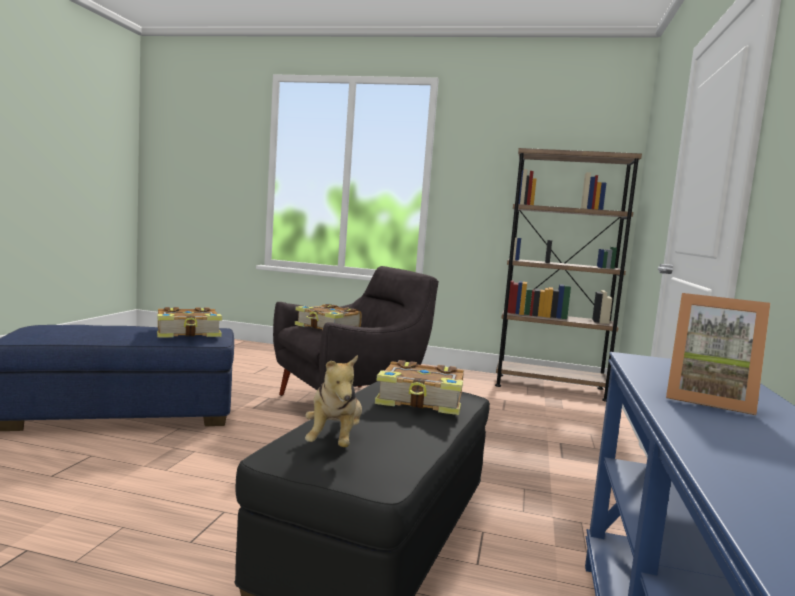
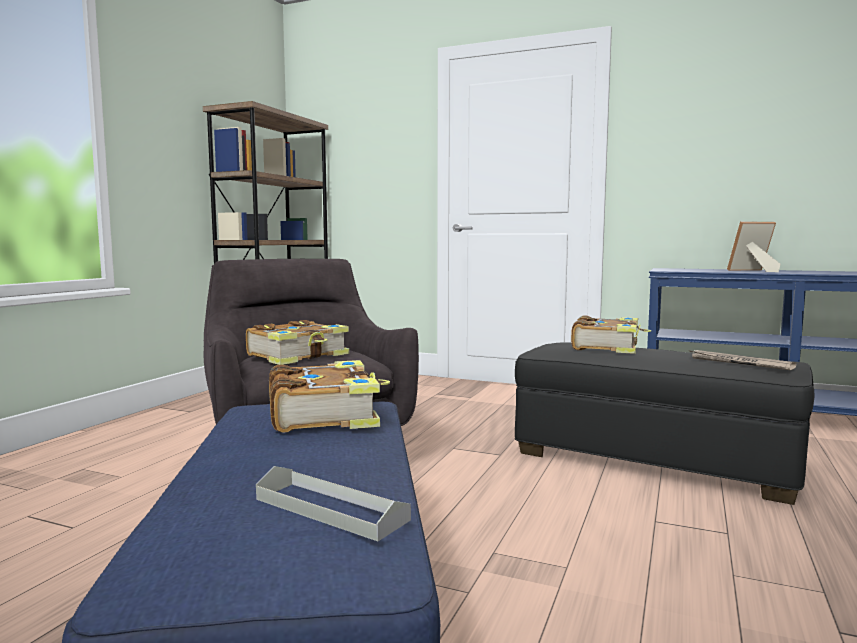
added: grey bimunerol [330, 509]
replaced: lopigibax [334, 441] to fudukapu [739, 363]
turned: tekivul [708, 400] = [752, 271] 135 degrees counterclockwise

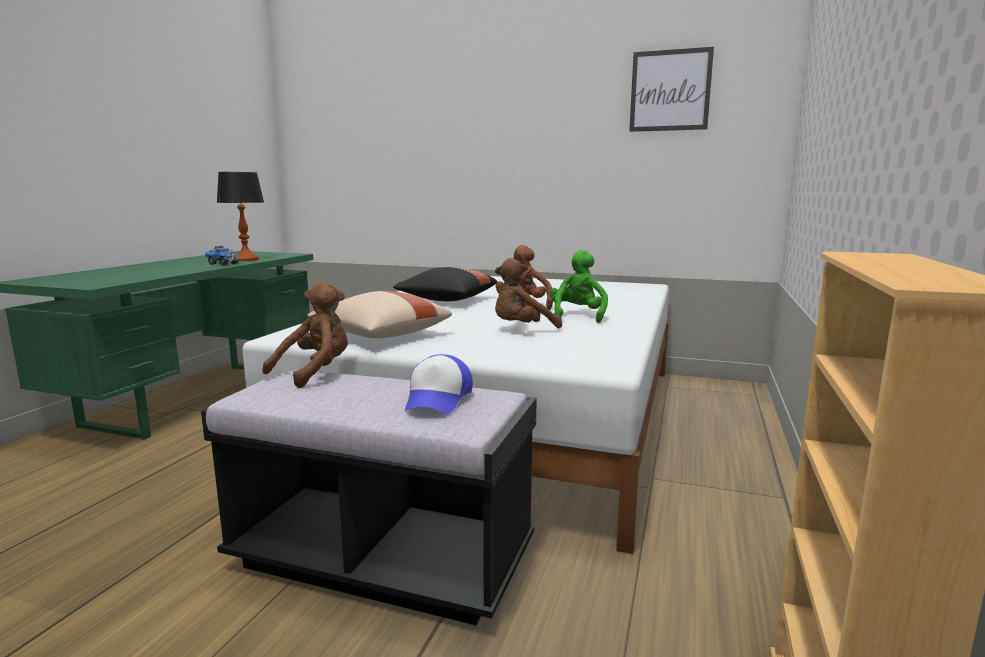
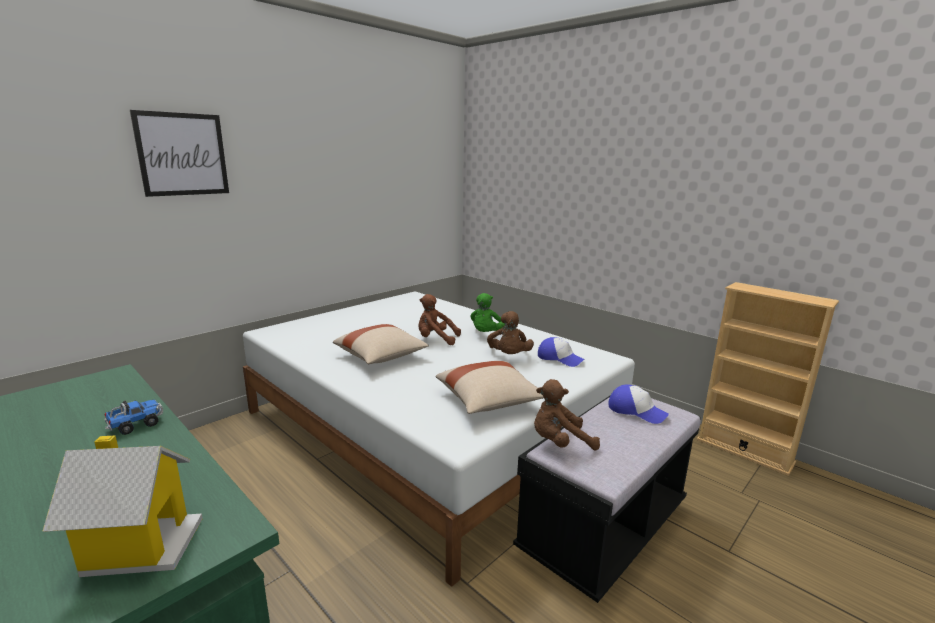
removed: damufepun [246, 259]
added: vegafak [559, 358]; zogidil [140, 545]
moved: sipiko [670, 90] to [182, 154]
recoloured: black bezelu [446, 300] to beige bezelu [381, 357]
turned: green lopigibax [577, 316] = [486, 334] 105 degrees counterclockwise; brown lopigibax [315, 372] = [559, 442] 75 degrees counterclockwise

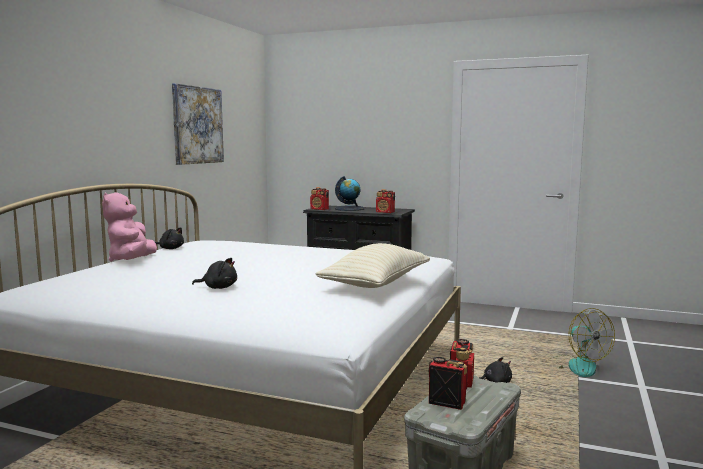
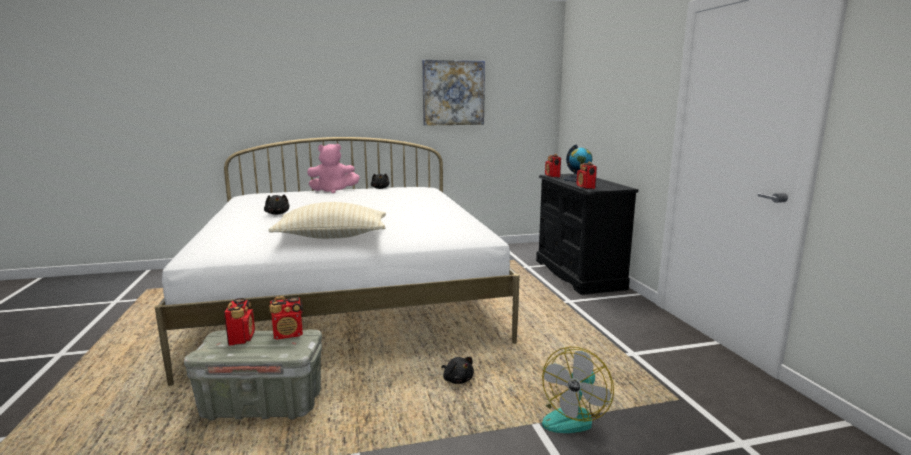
turned: pink lopigibax [132, 261] = [333, 191] 150 degrees counterclockwise

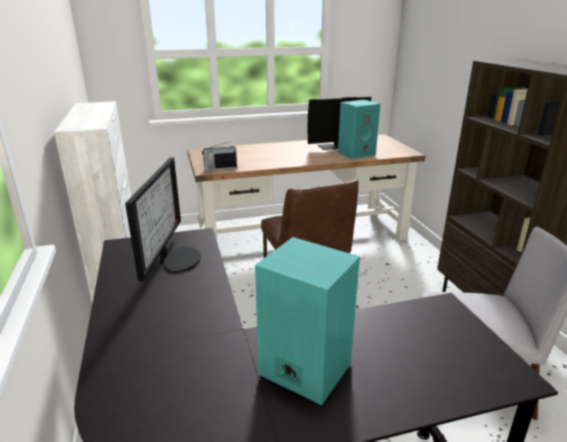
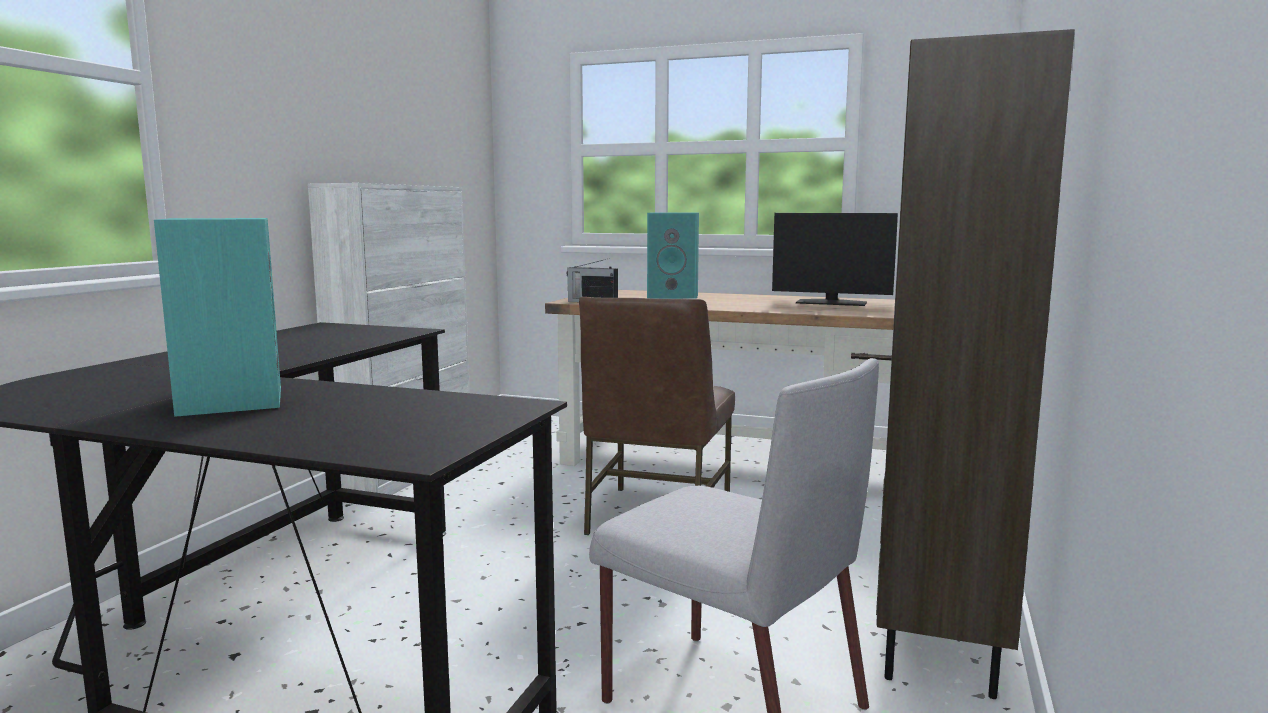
removed: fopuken [176, 259]
moved: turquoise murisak [356, 153] to [674, 298]

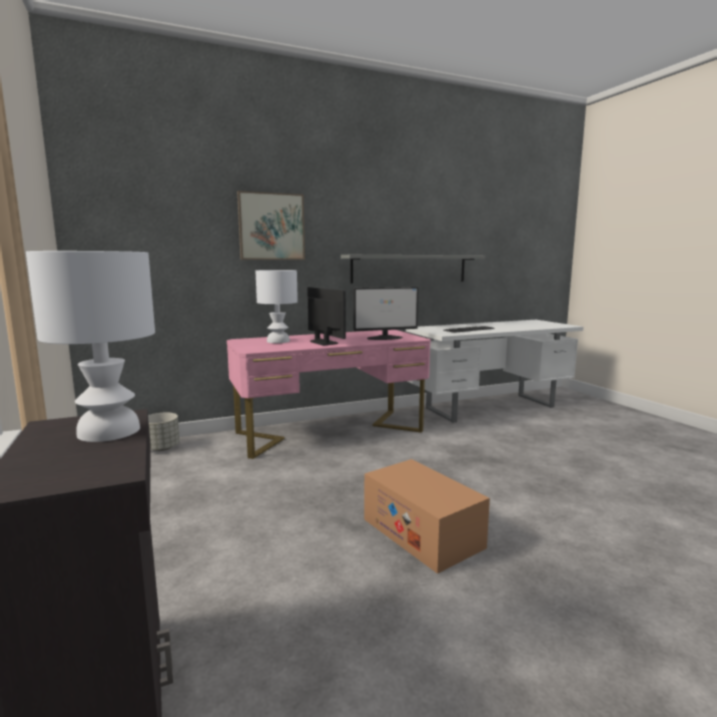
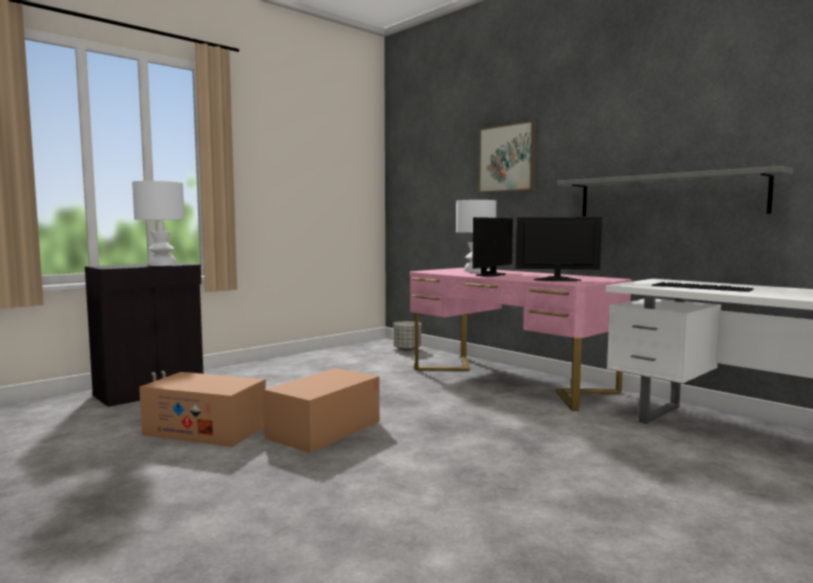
added: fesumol [205, 430]
turned: fopuken [385, 338] = [556, 280] 135 degrees clockwise

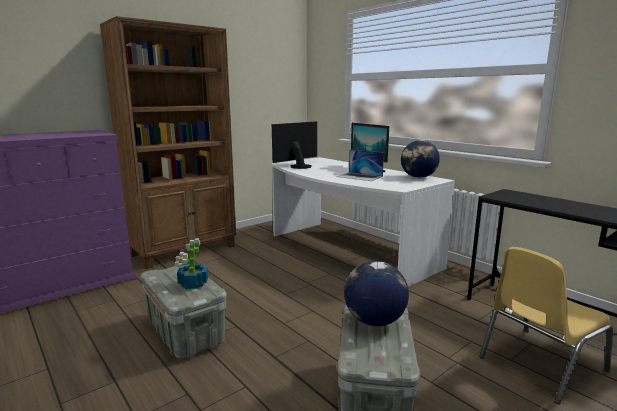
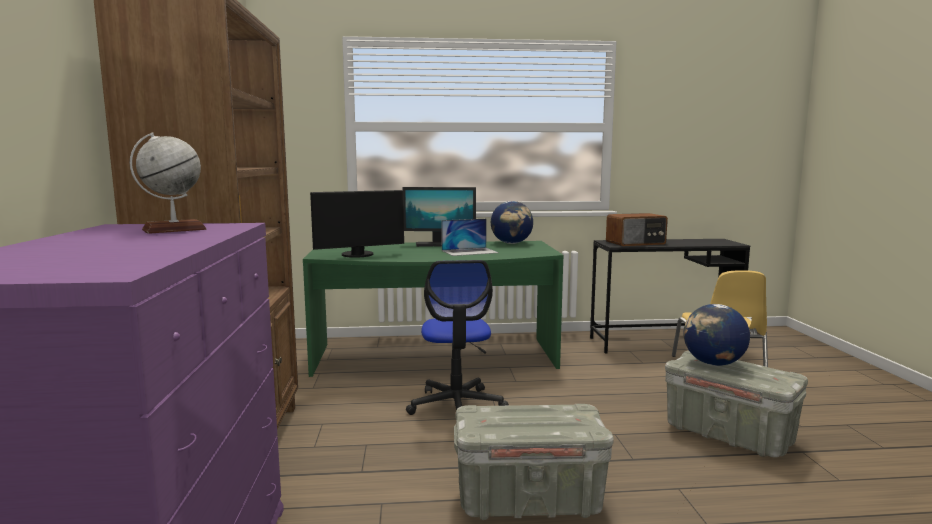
removed: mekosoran [193, 284]
added: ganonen [174, 229]; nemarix [636, 243]; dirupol [456, 406]
recoloured: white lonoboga [347, 251] to green lonoboga [435, 358]
turned: fopuken [299, 166] = [358, 255] 105 degrees counterclockwise

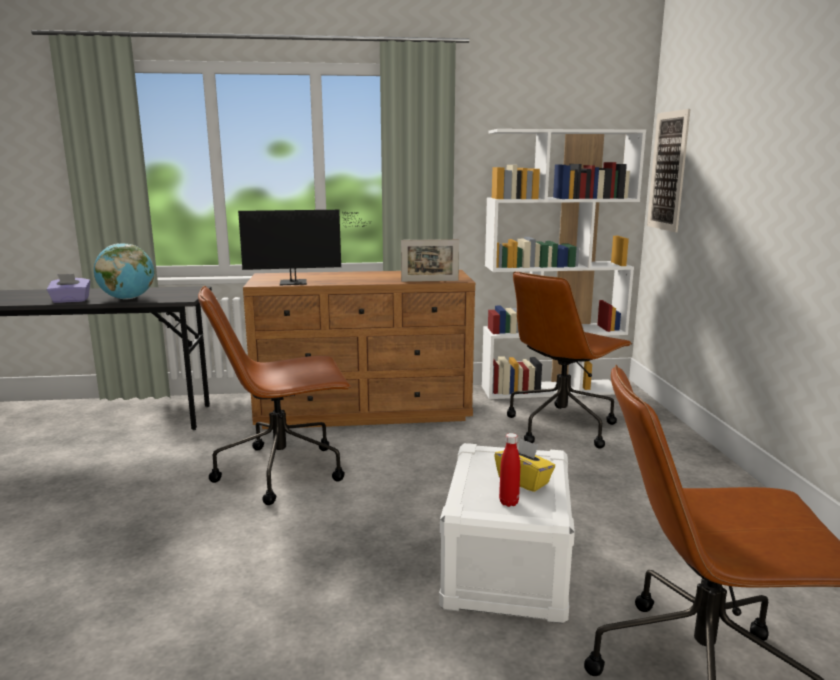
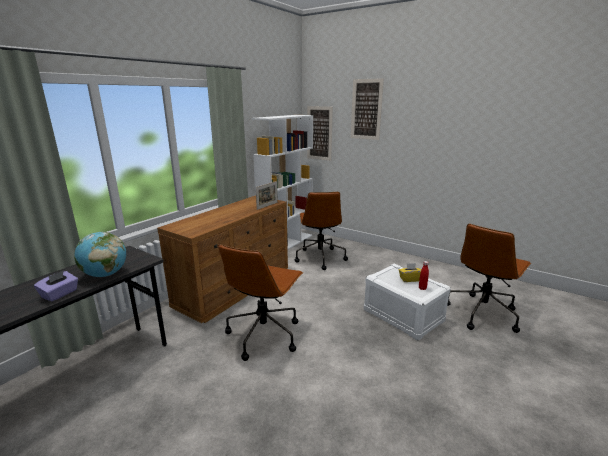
removed: fopuken [298, 282]
added: sipiko [366, 109]

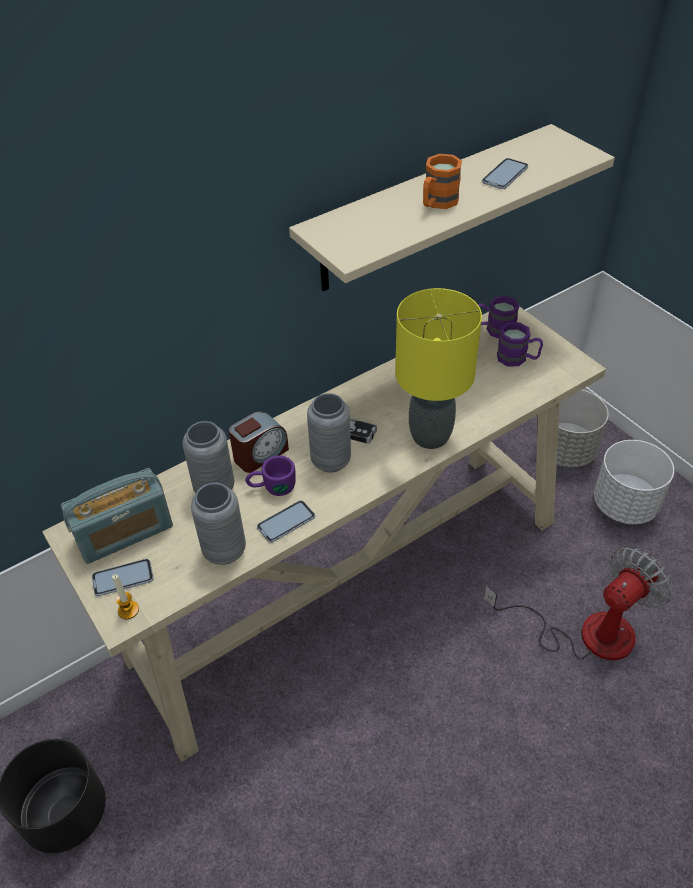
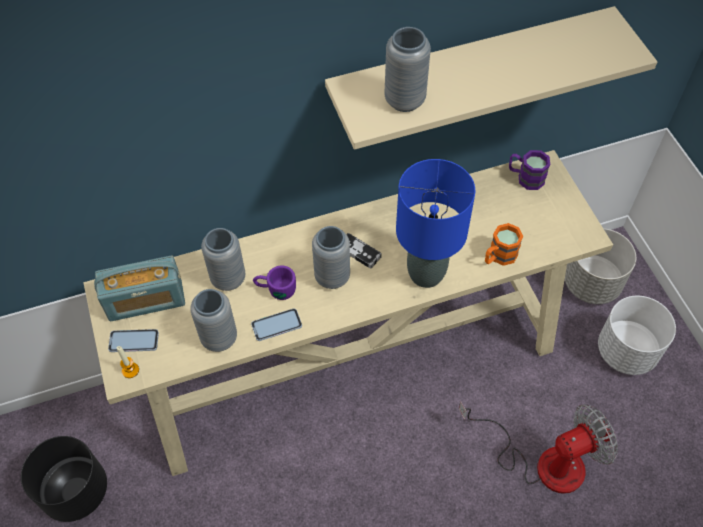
removed: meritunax [505, 175]; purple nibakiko [517, 358]; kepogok [260, 454]
added: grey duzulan [404, 100]
moved: orange nibakiko [437, 203] to [498, 257]
recoloured: yellow damufepun [430, 436] to blue damufepun [425, 274]

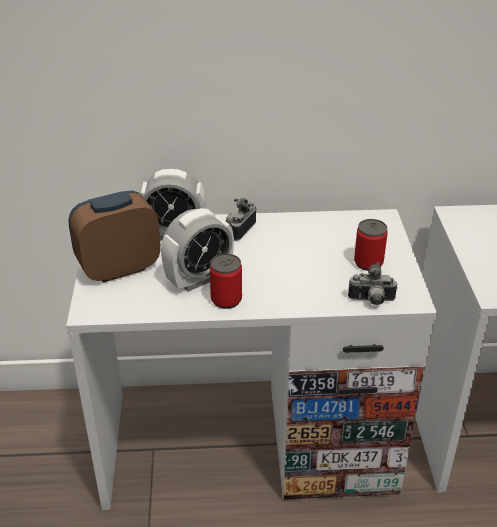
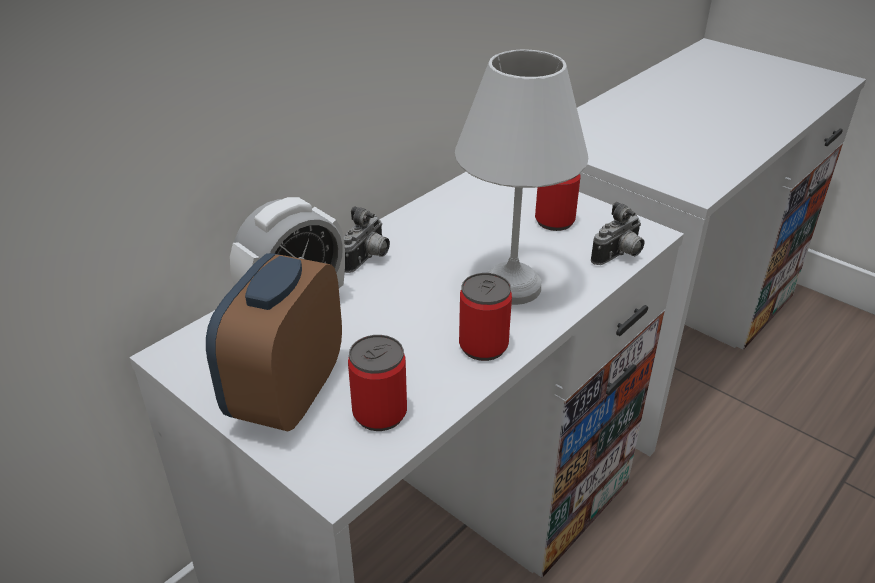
removed: kepogok [199, 279]
added: white damufepun [514, 286]; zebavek [380, 413]
turned: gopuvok [240, 229] = [368, 259] 135 degrees counterclockwise

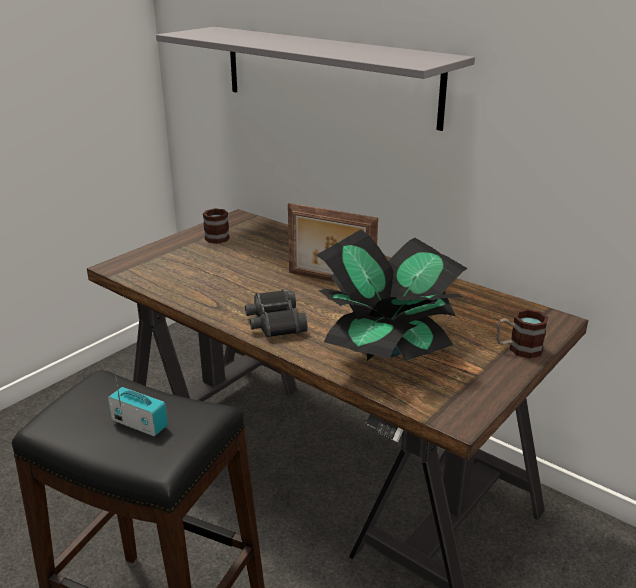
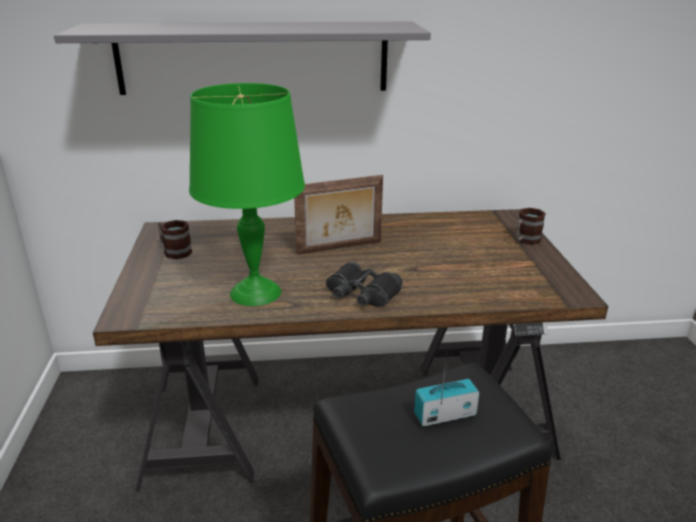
removed: mekosoran [388, 348]
added: green damufepun [255, 292]

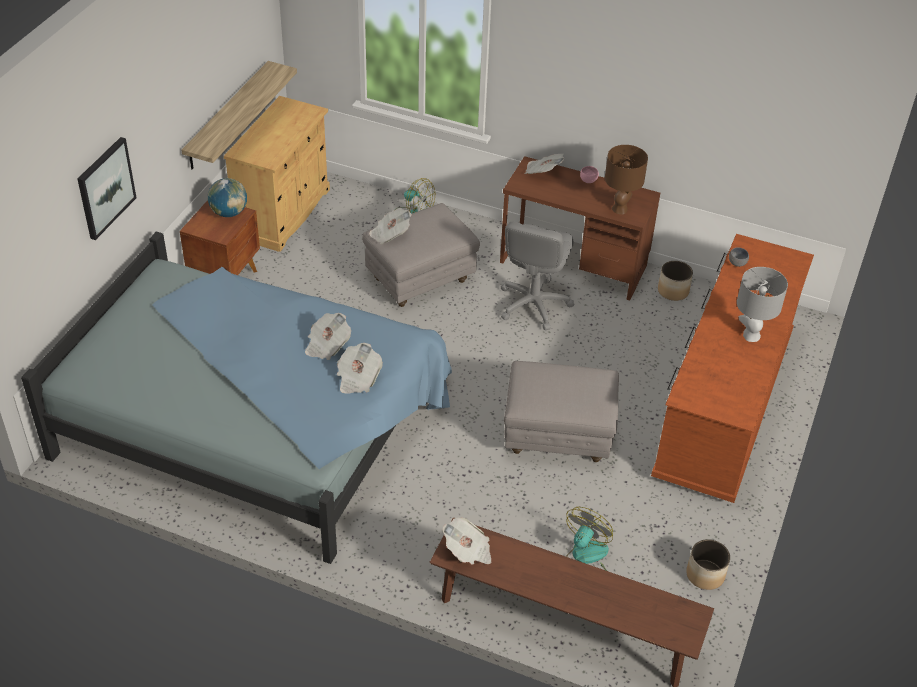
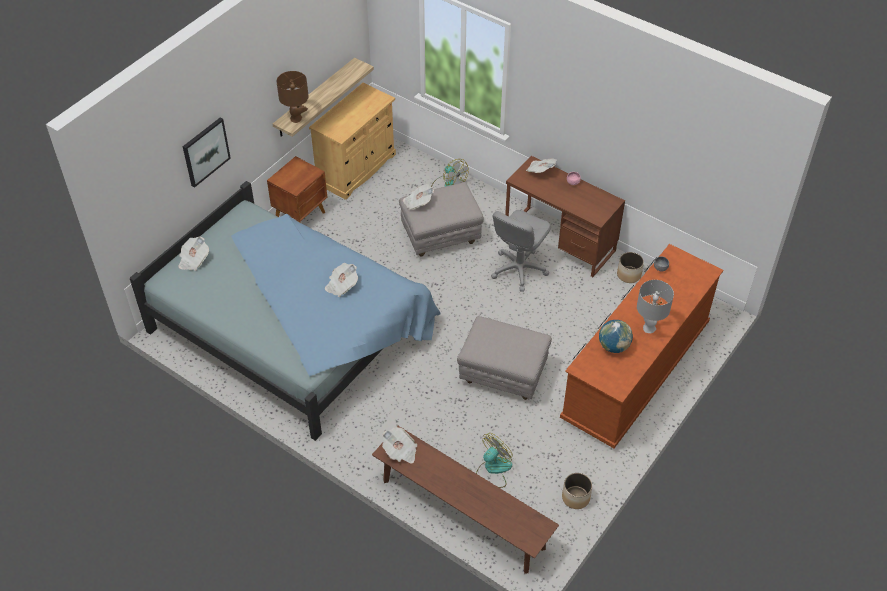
moved: brown damufepun [620, 209] to [296, 118]; ganonen [229, 213] to [613, 346]; fudukapu [358, 378] to [193, 260]

